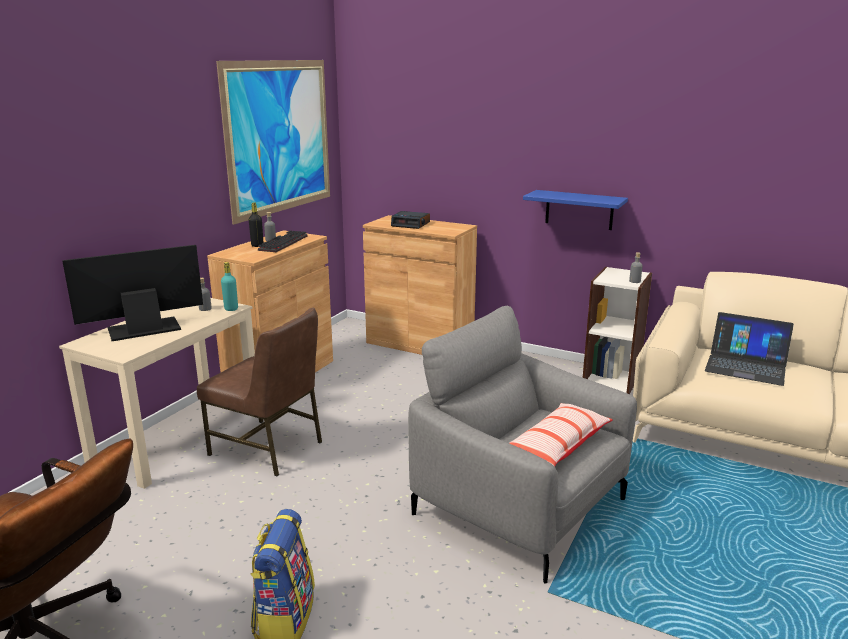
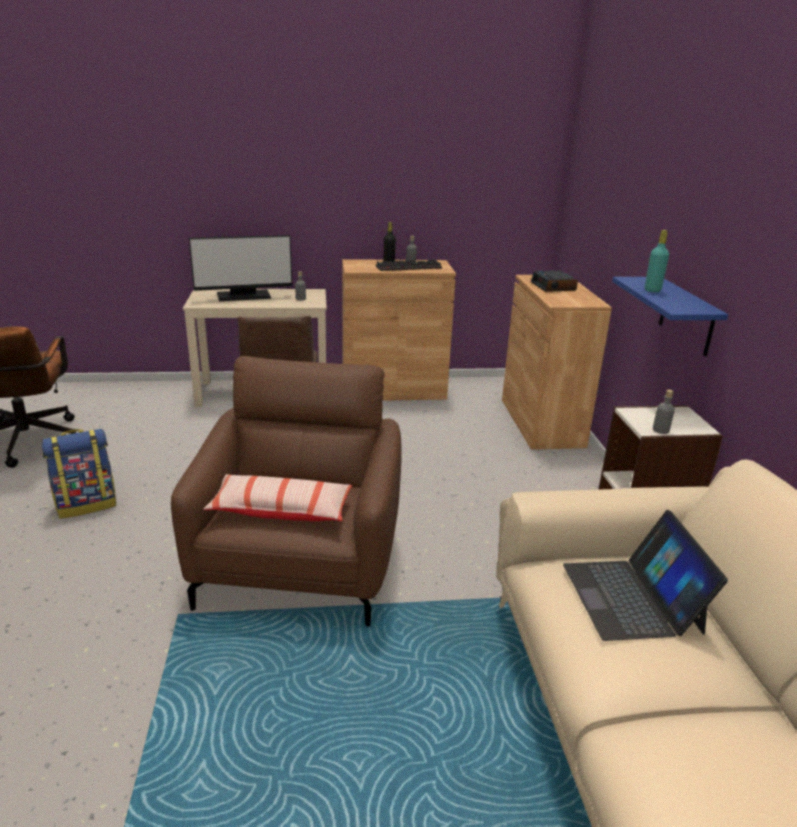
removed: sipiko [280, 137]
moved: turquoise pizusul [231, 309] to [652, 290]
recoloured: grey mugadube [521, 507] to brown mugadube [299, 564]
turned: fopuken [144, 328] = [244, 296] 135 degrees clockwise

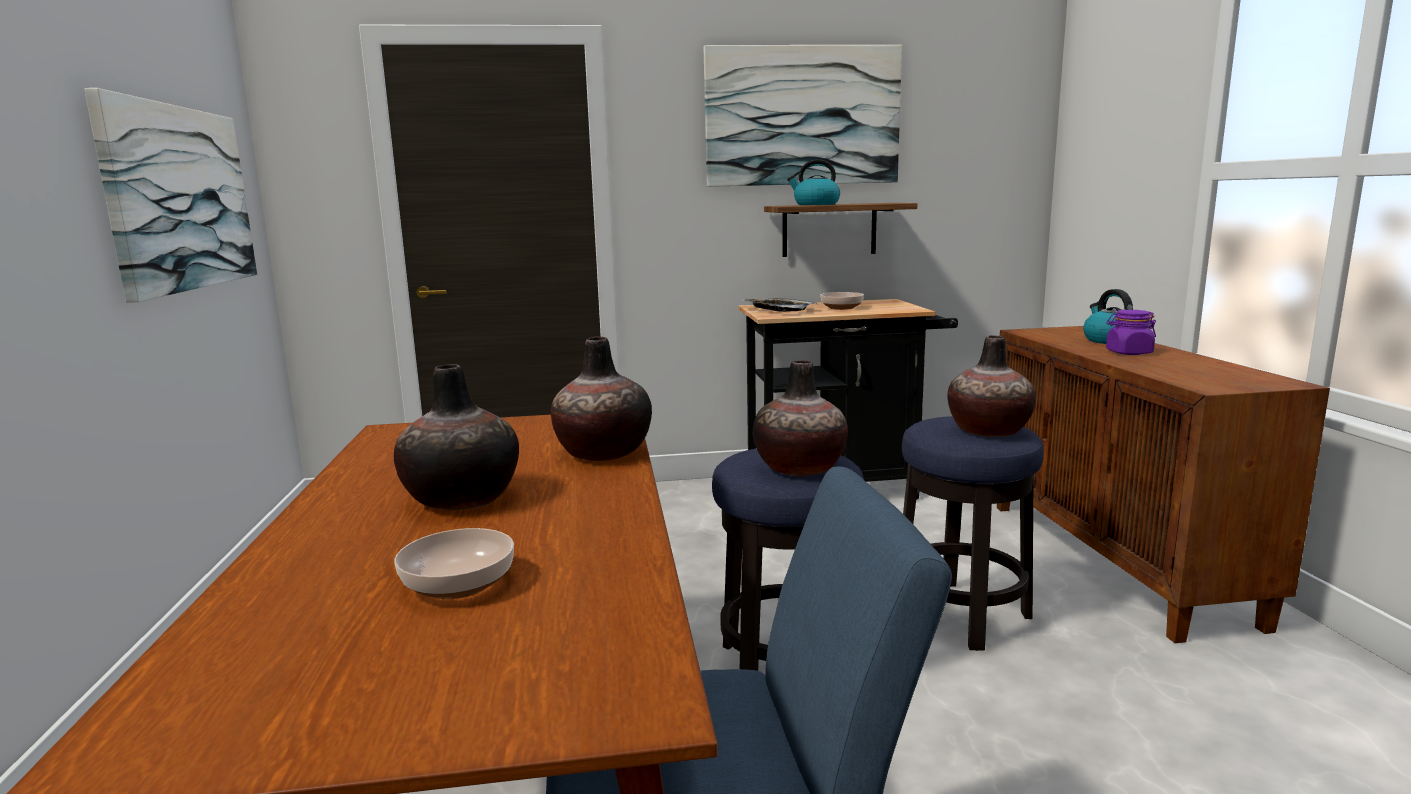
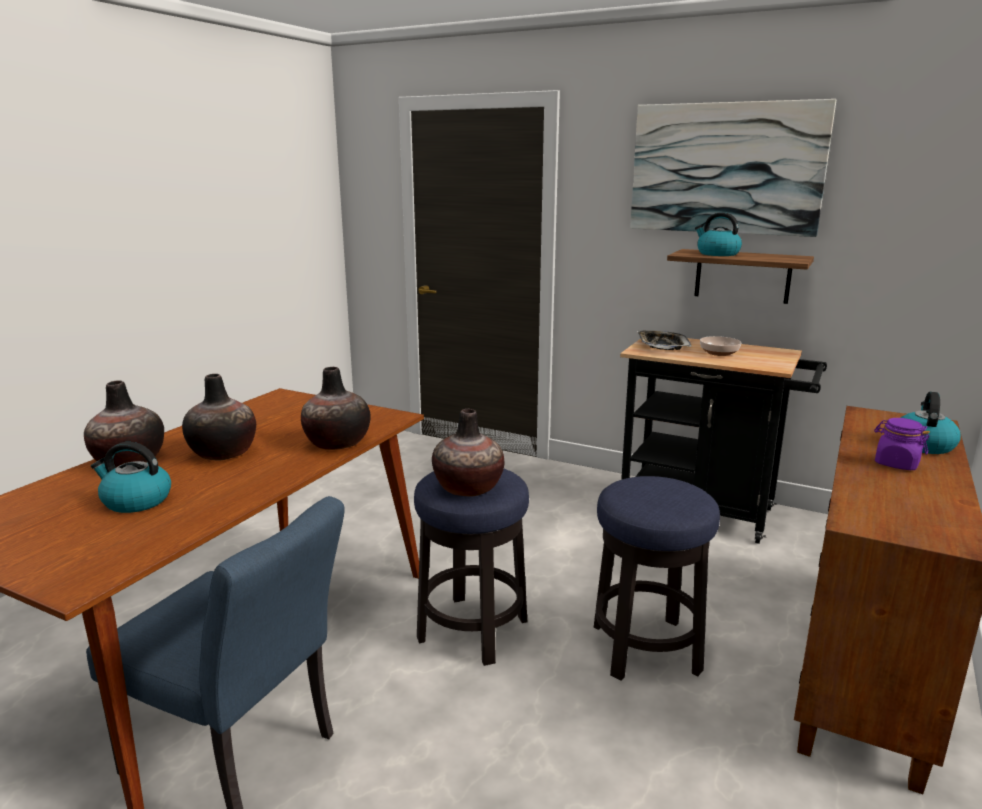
removed: sipiko [180, 198]
moved: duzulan [988, 431] to [129, 461]
replaced: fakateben [460, 584] to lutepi [135, 501]

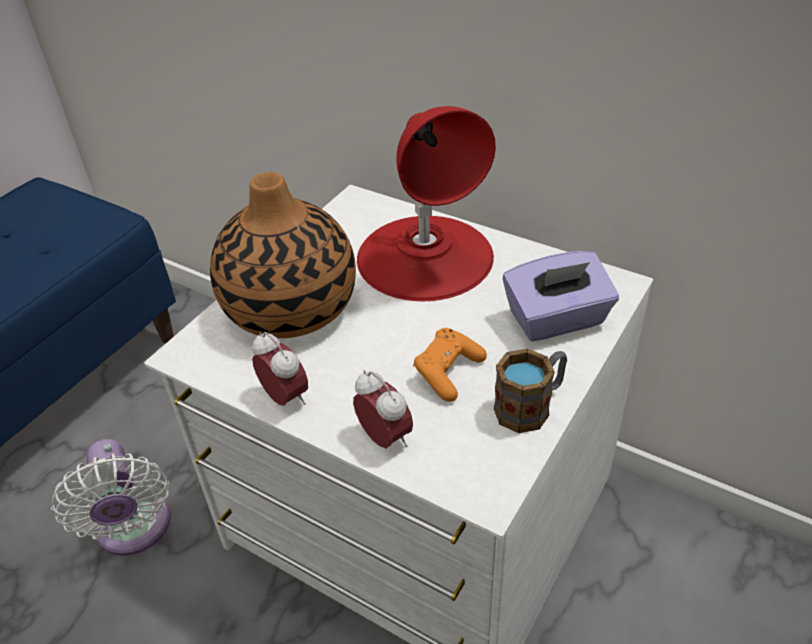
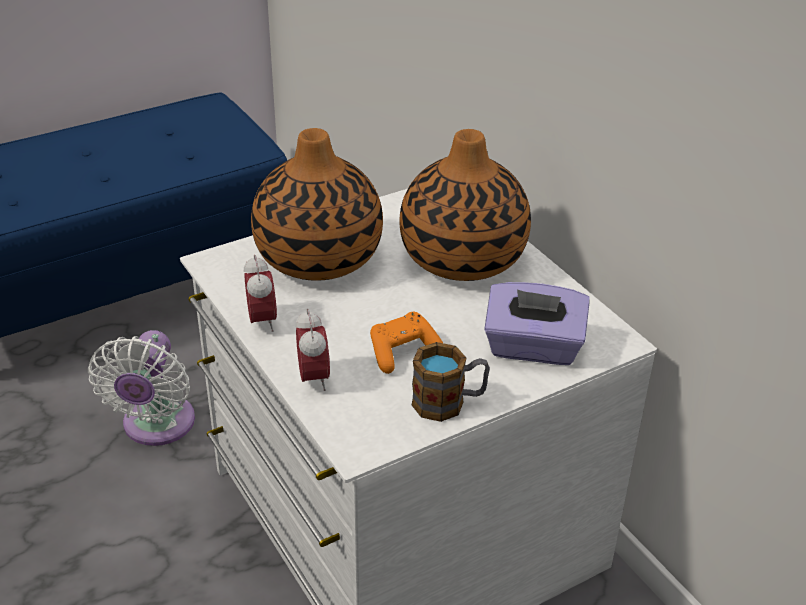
replaced: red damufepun [425, 256] to duzulan [463, 257]

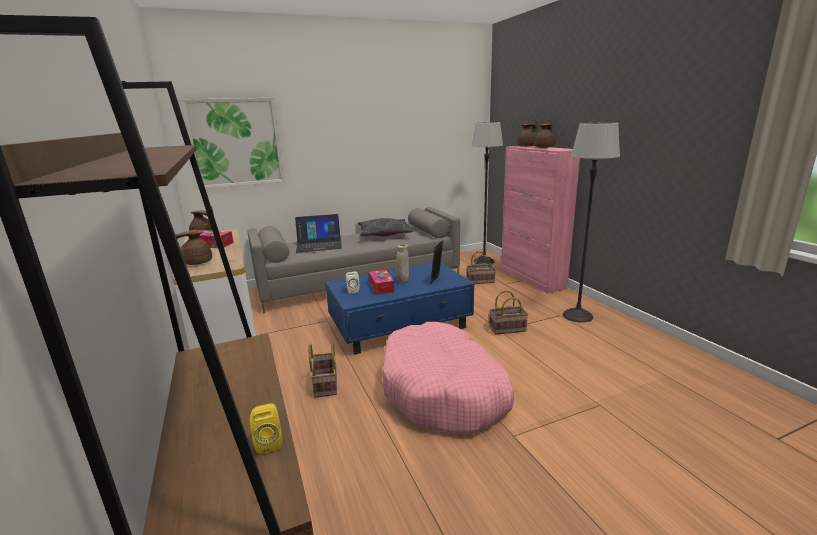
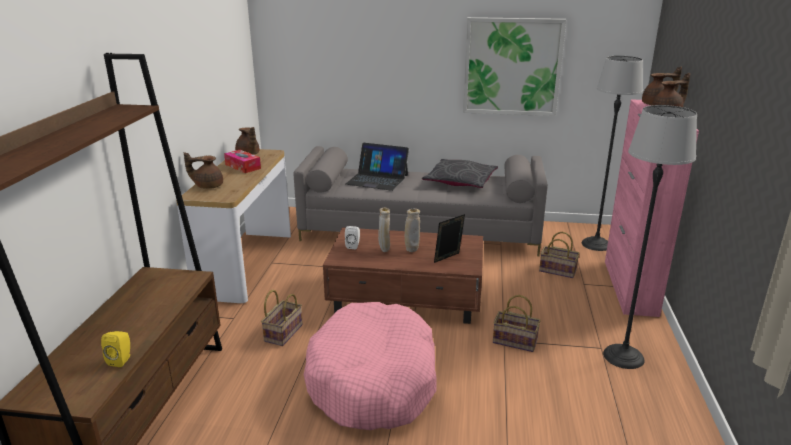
moved: sipiko [236, 143] to [512, 67]
replaced: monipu [381, 287] to beige duzulan [384, 250]
recoloured: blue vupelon [401, 326] to brown vupelon [407, 298]

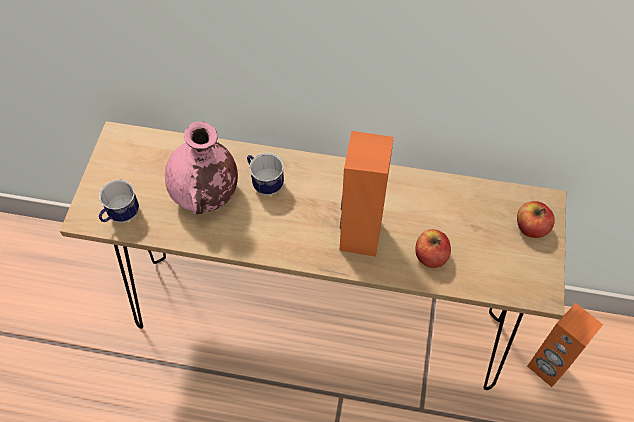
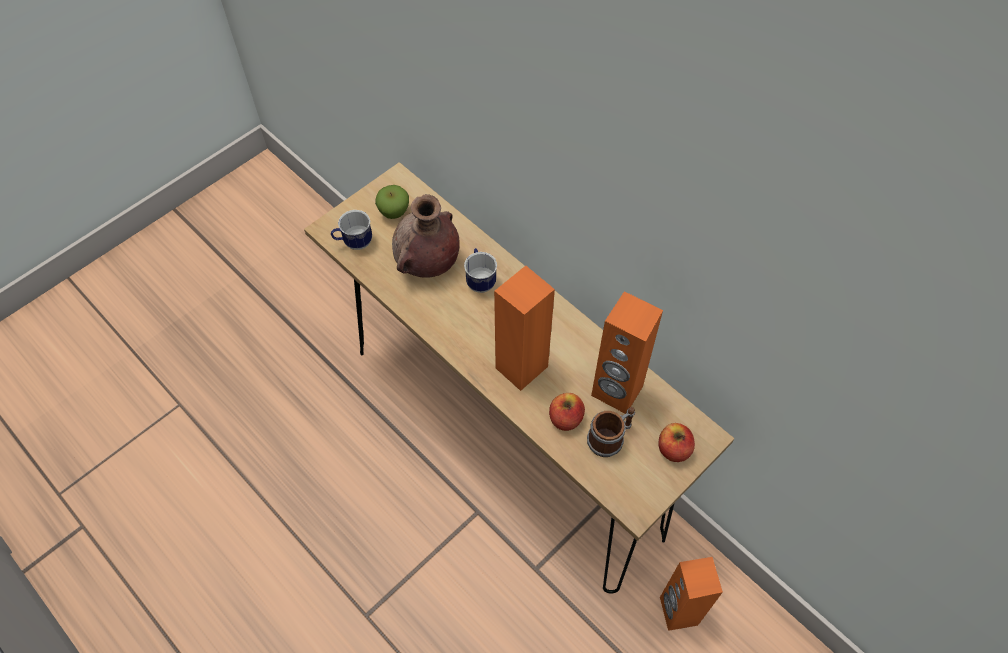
added: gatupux [394, 212]; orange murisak [616, 391]; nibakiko [610, 438]
recoloured: pink duzulan [206, 196] to brown duzulan [427, 263]

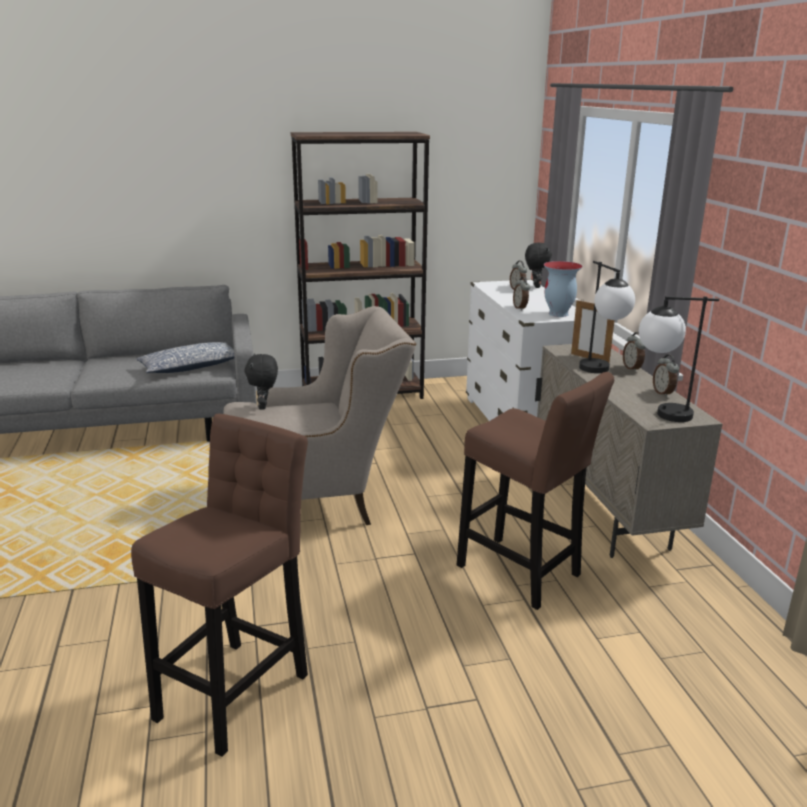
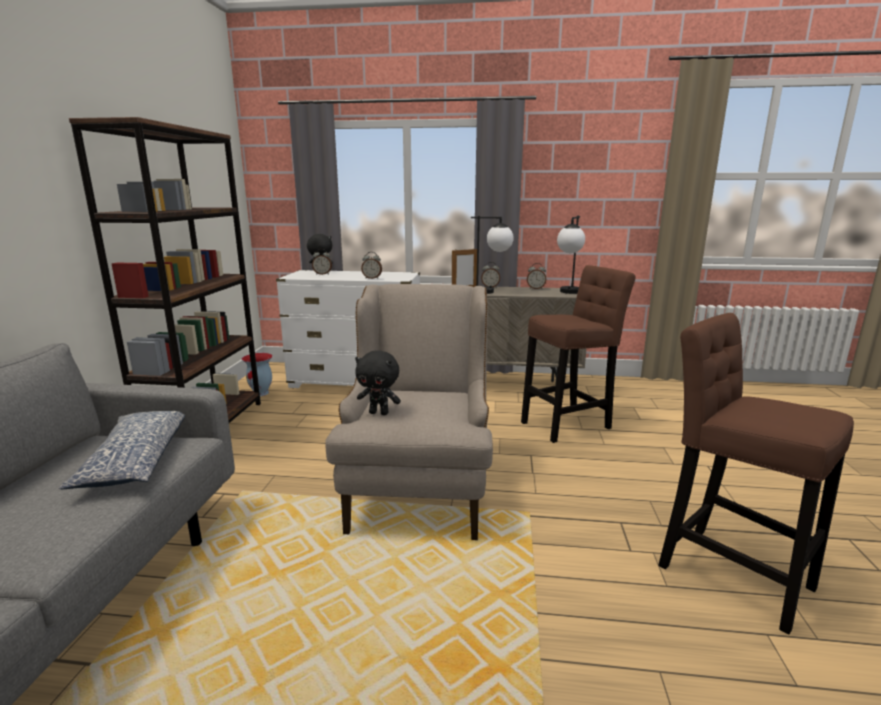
moved: duzulan [558, 314] to [261, 393]

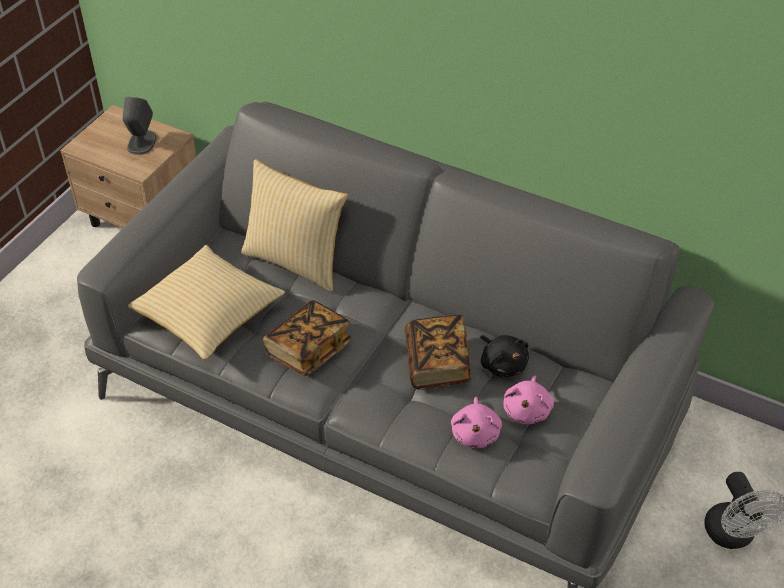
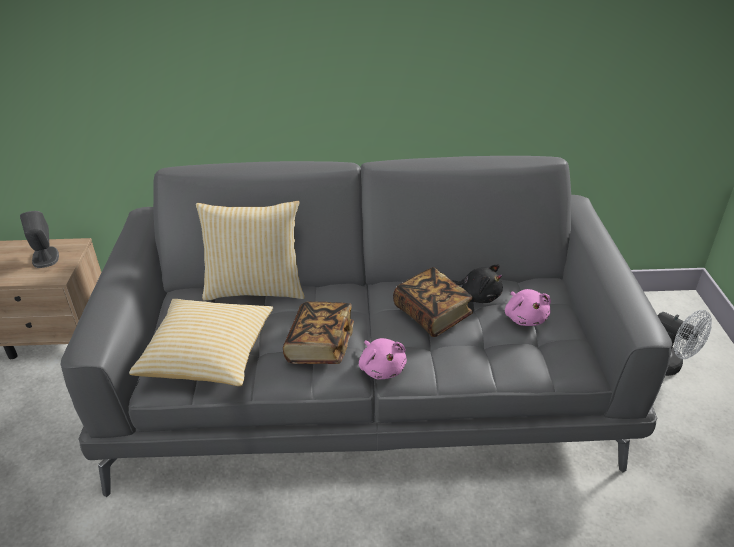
moved: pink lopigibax [475, 433] to [382, 368]

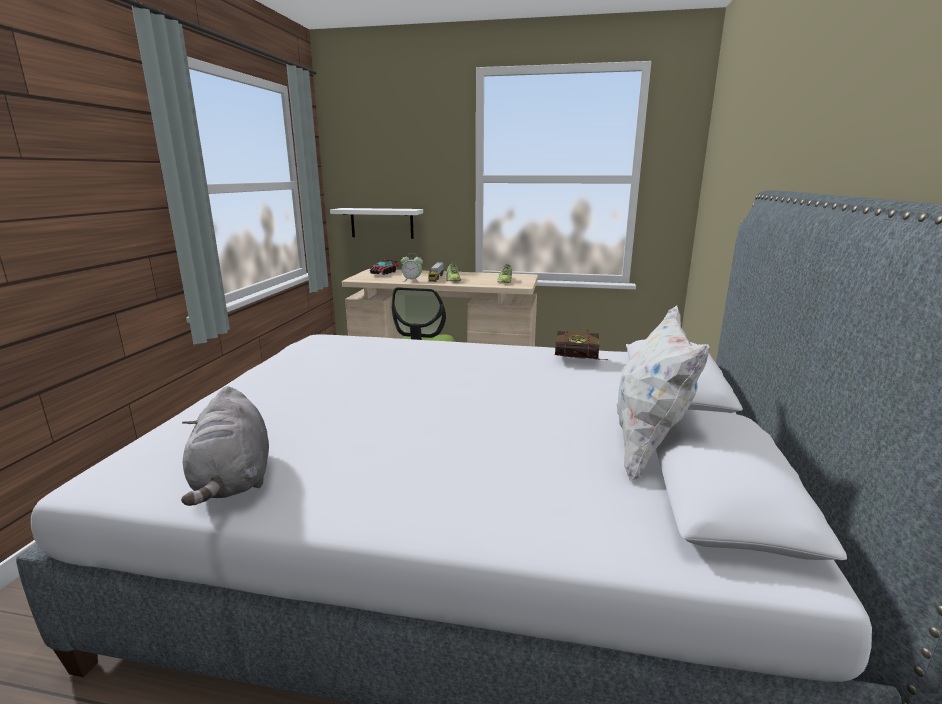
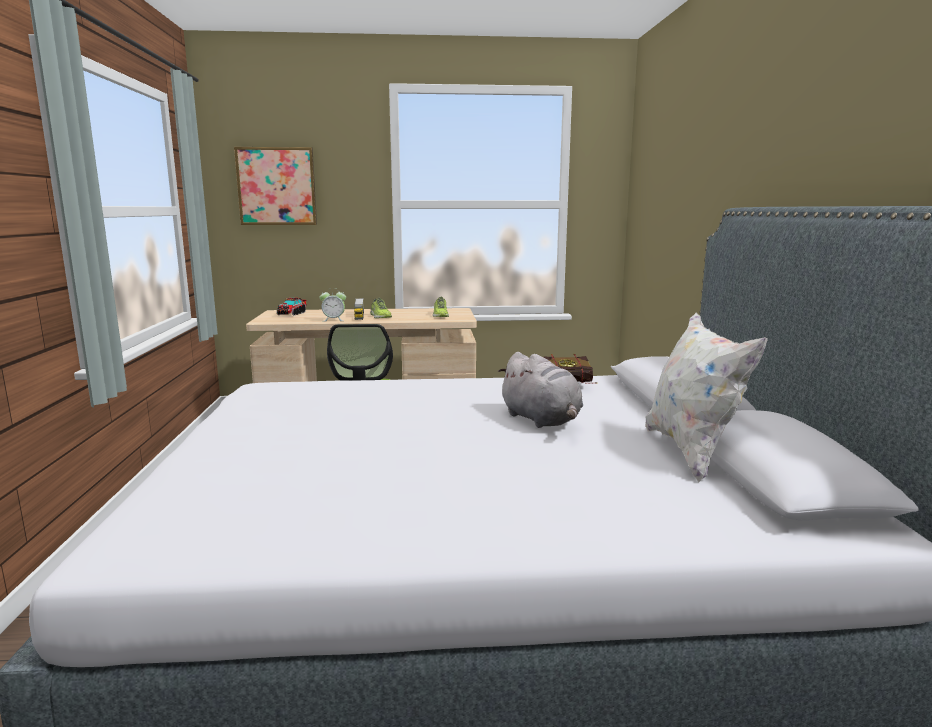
removed: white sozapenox [382, 223]
added: sipiko [277, 186]
moved: grey lopigibax [234, 480] to [542, 420]

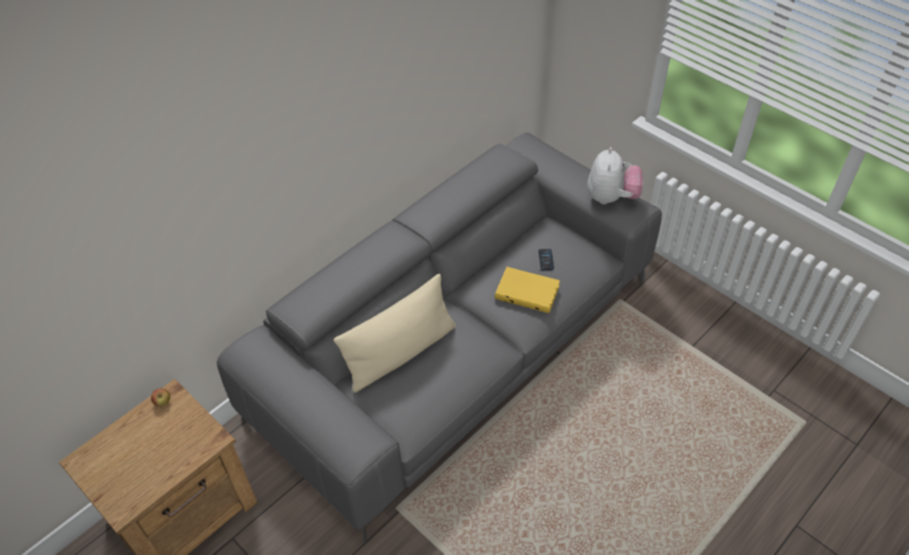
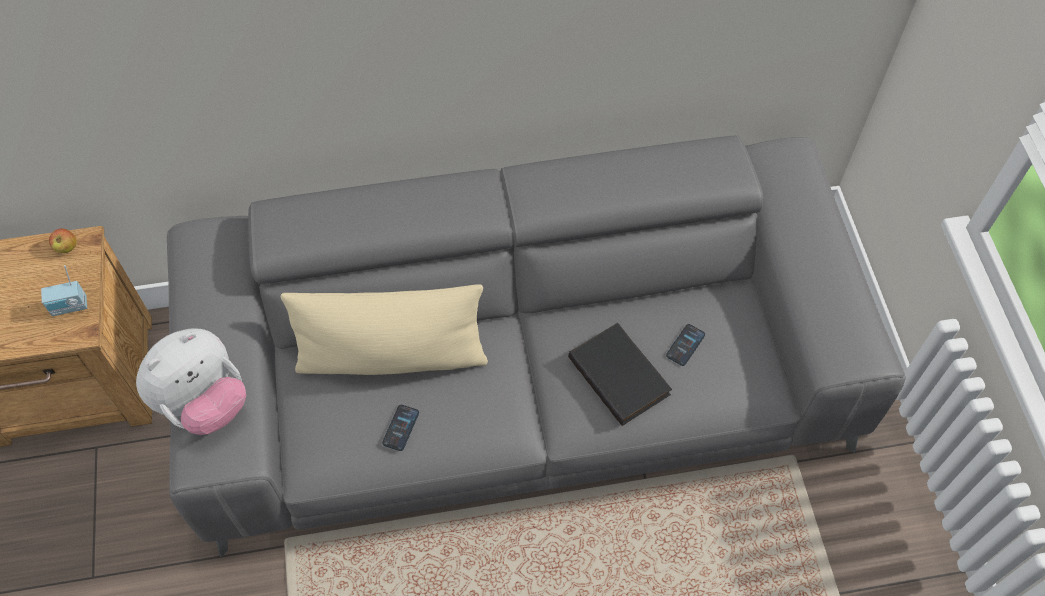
added: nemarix [70, 307]; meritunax [401, 428]
moved: lopigibax [611, 197] to [204, 402]
recoloured: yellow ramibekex [528, 291] to black ramibekex [621, 376]

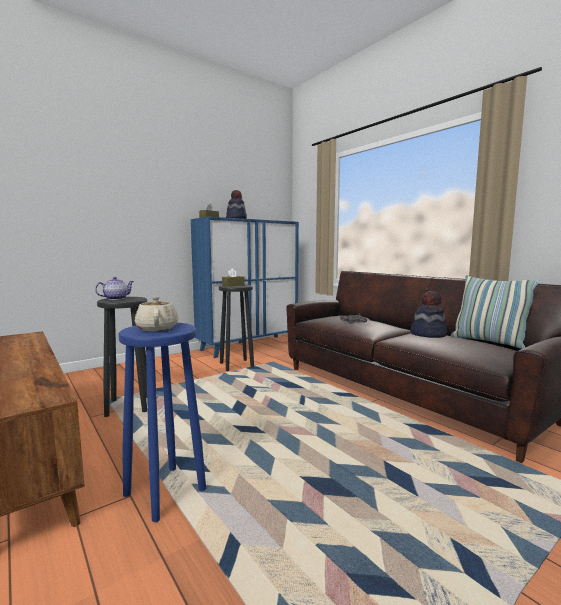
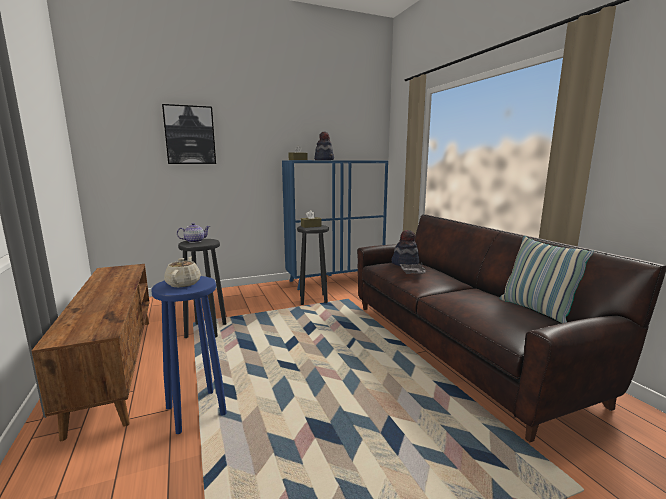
added: sipiko [190, 135]
moved: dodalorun [428, 334] to [405, 263]

